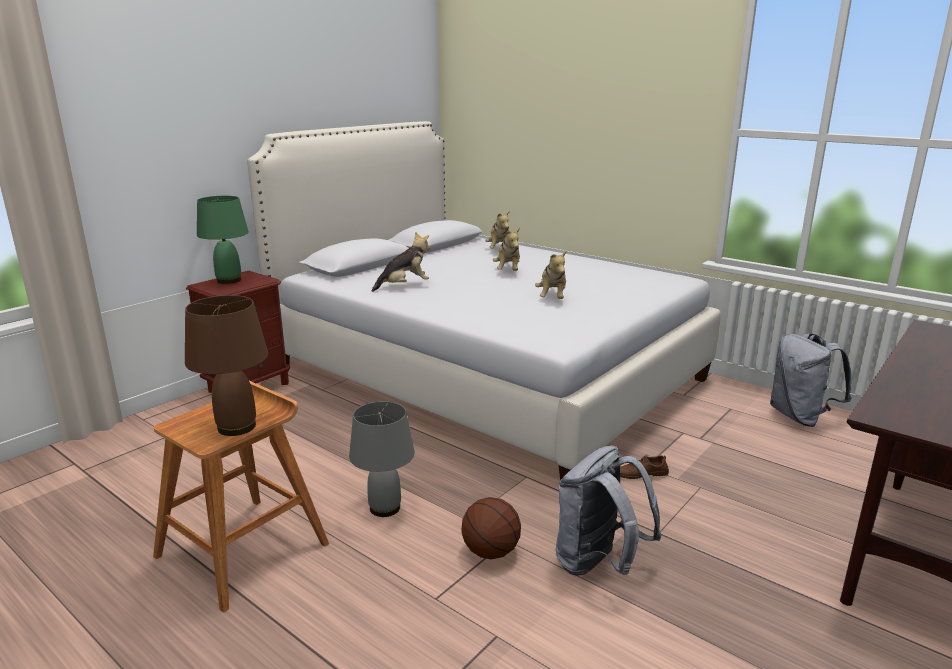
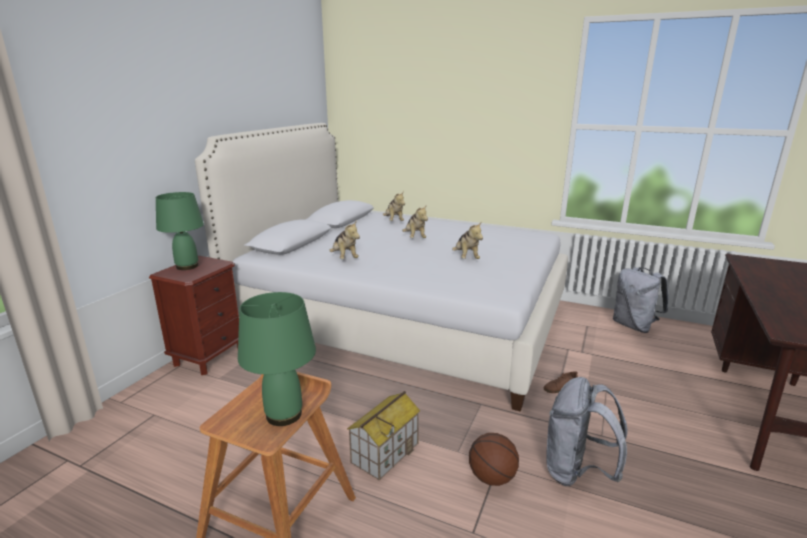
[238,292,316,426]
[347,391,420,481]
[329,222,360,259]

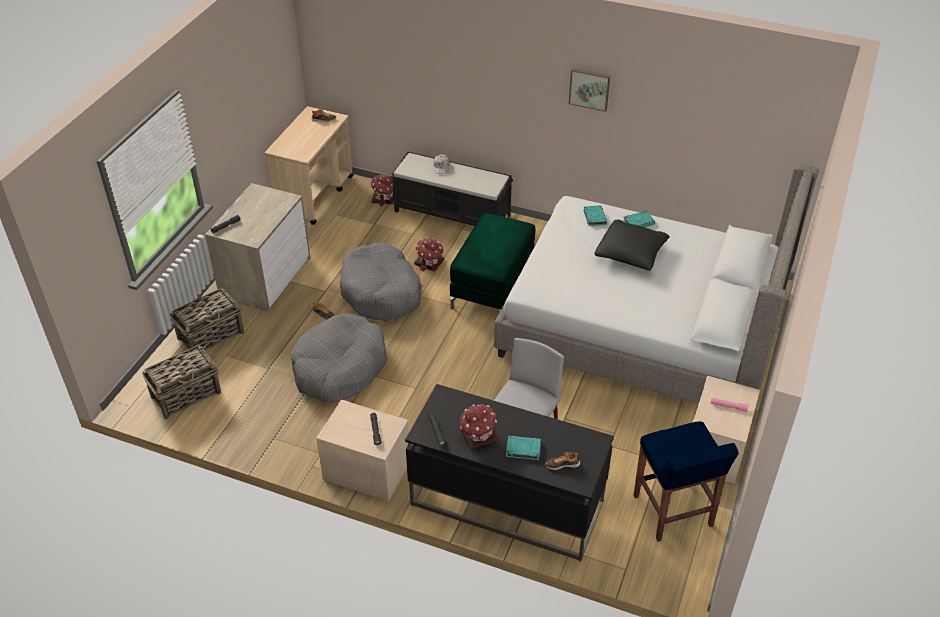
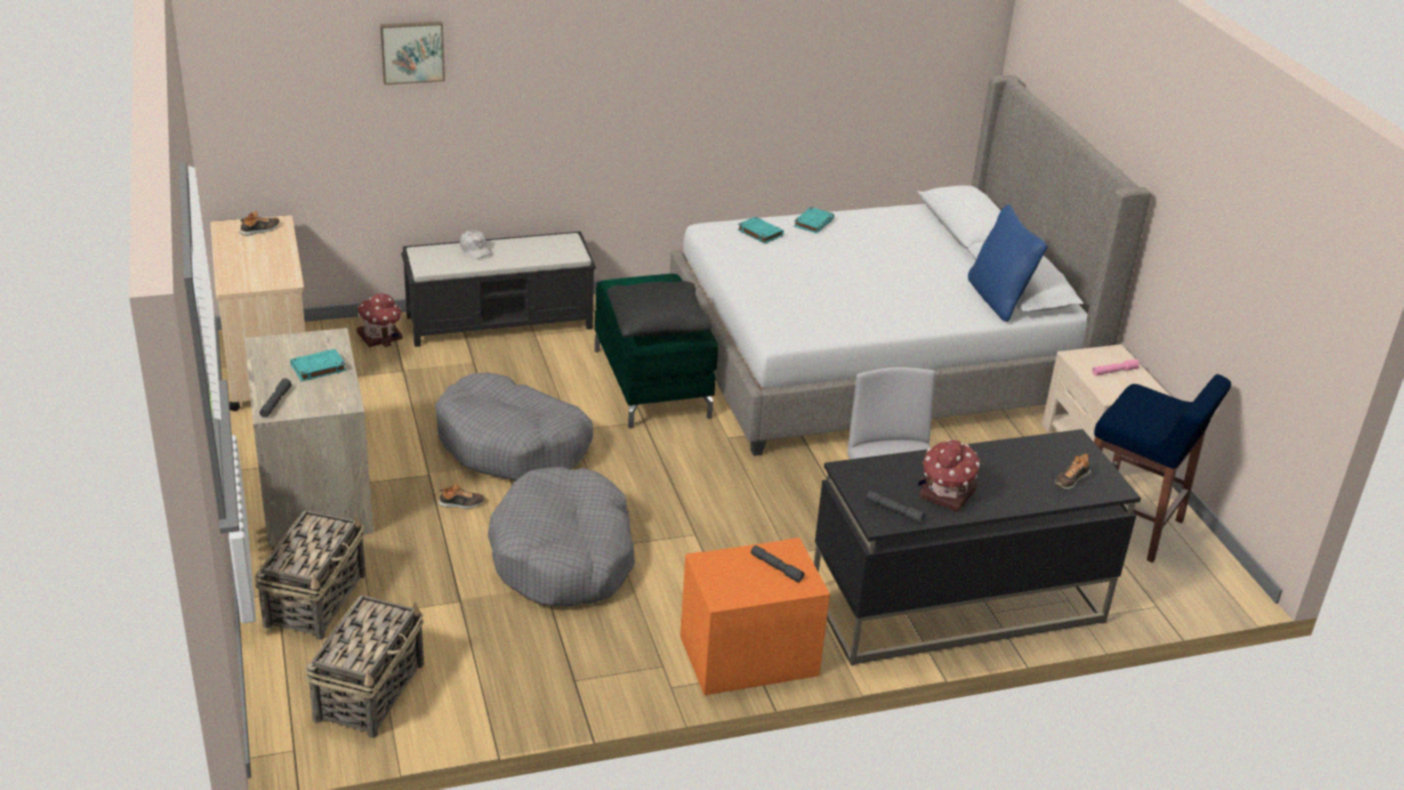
[680,538,830,695]
[414,238,444,271] (first image)
[290,349,346,381]
[380,21,445,85]
[607,281,712,338]
[968,204,1048,322]

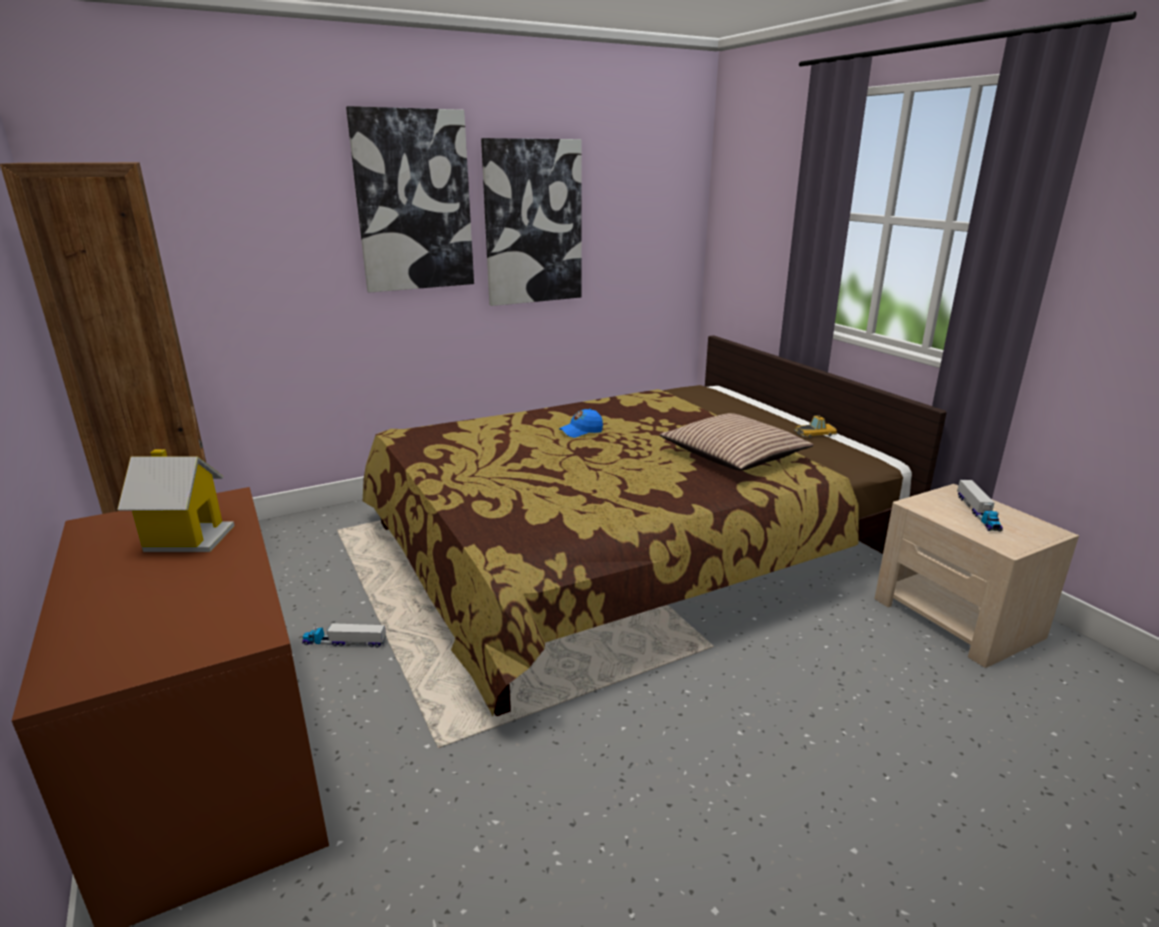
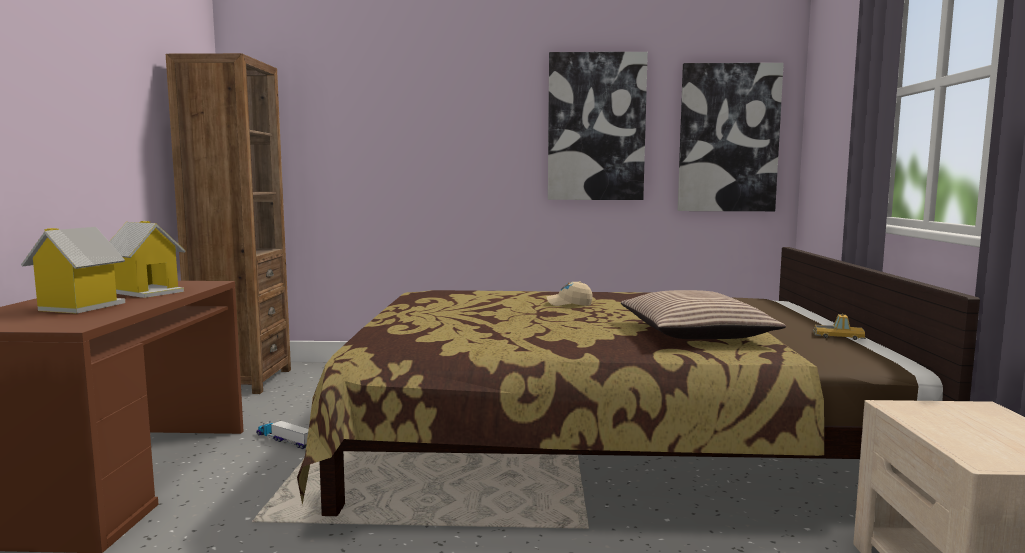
[678,63,784,211]
[547,281,593,306]
[957,480,1003,532] (first image)
[21,227,125,314]

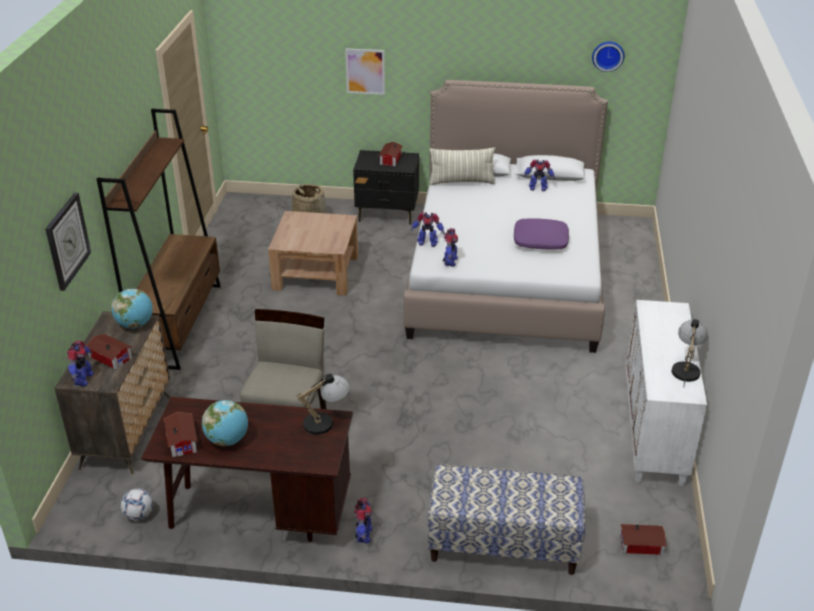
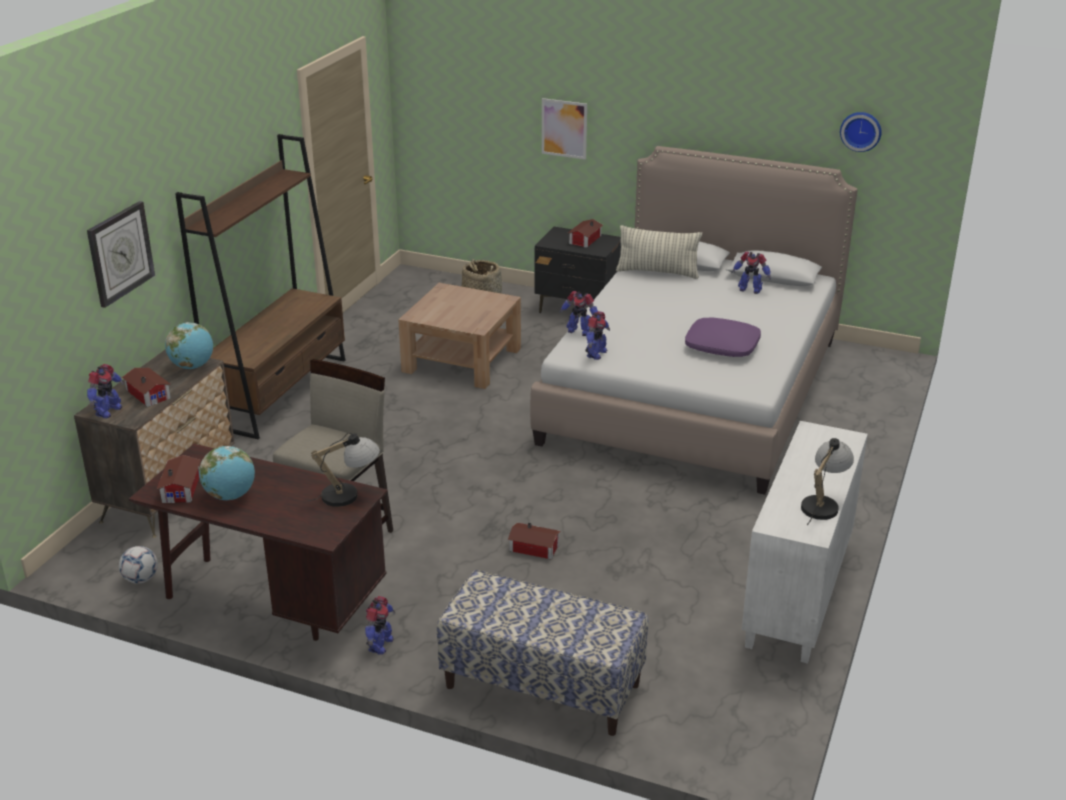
[508,523,561,560]

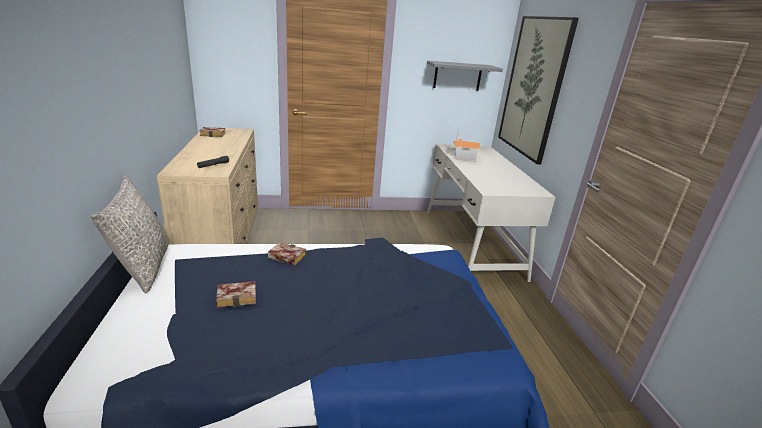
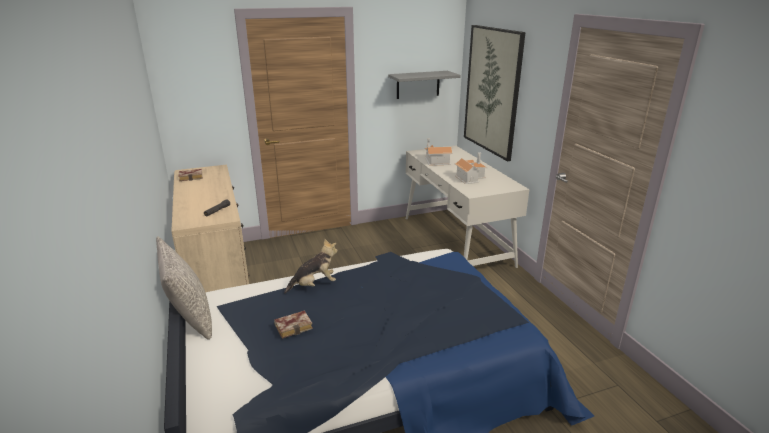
[284,238,338,294]
[454,152,487,184]

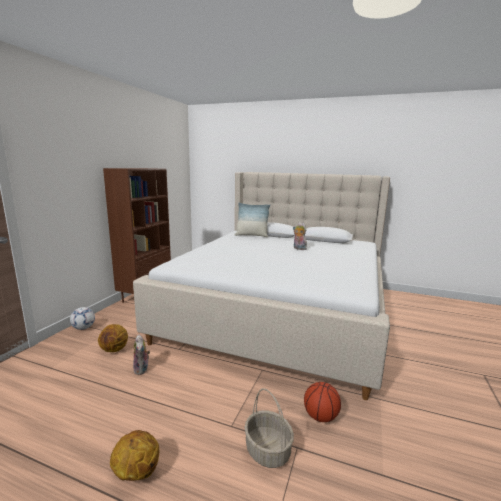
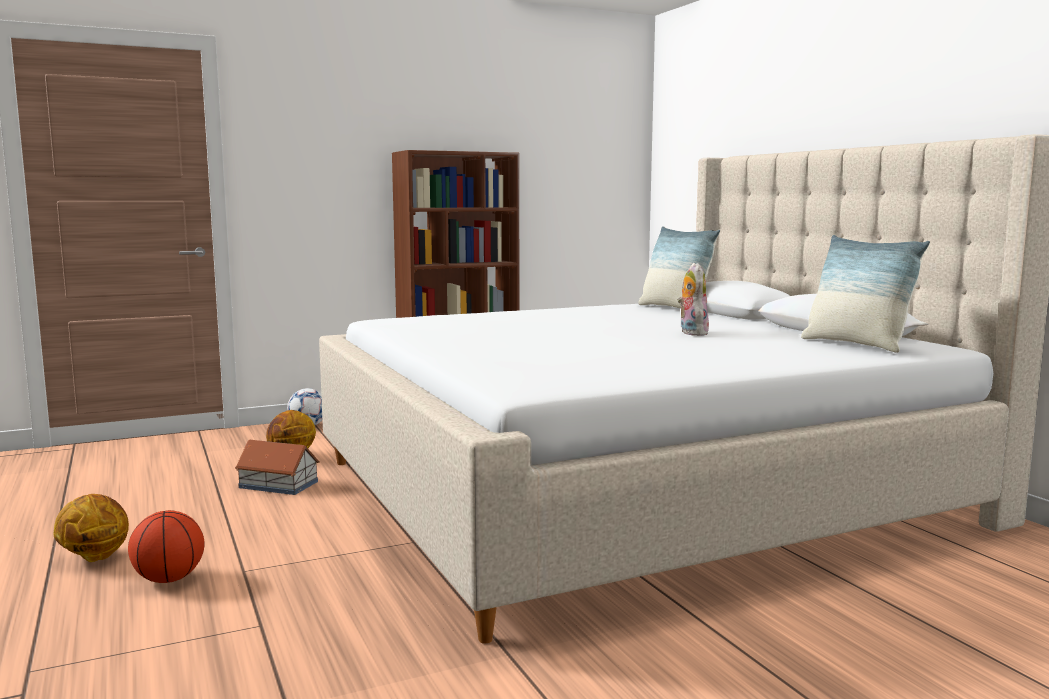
[235,440,320,495]
[245,388,294,468] (first image)
[128,510,205,583]
[801,235,930,353]

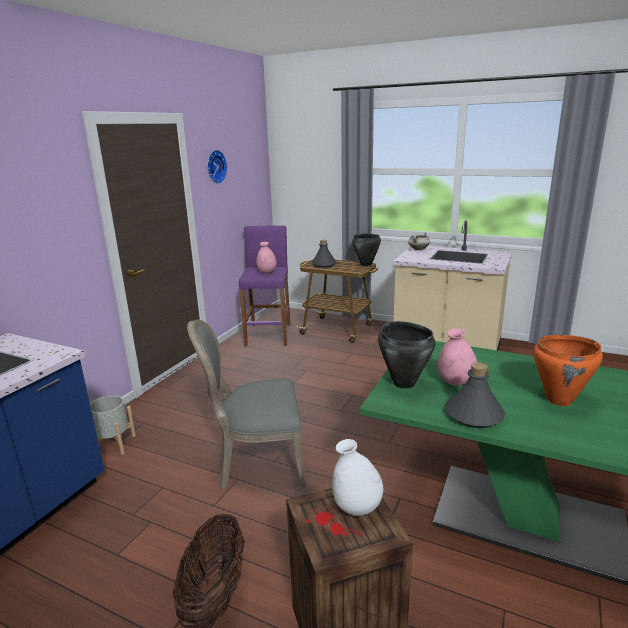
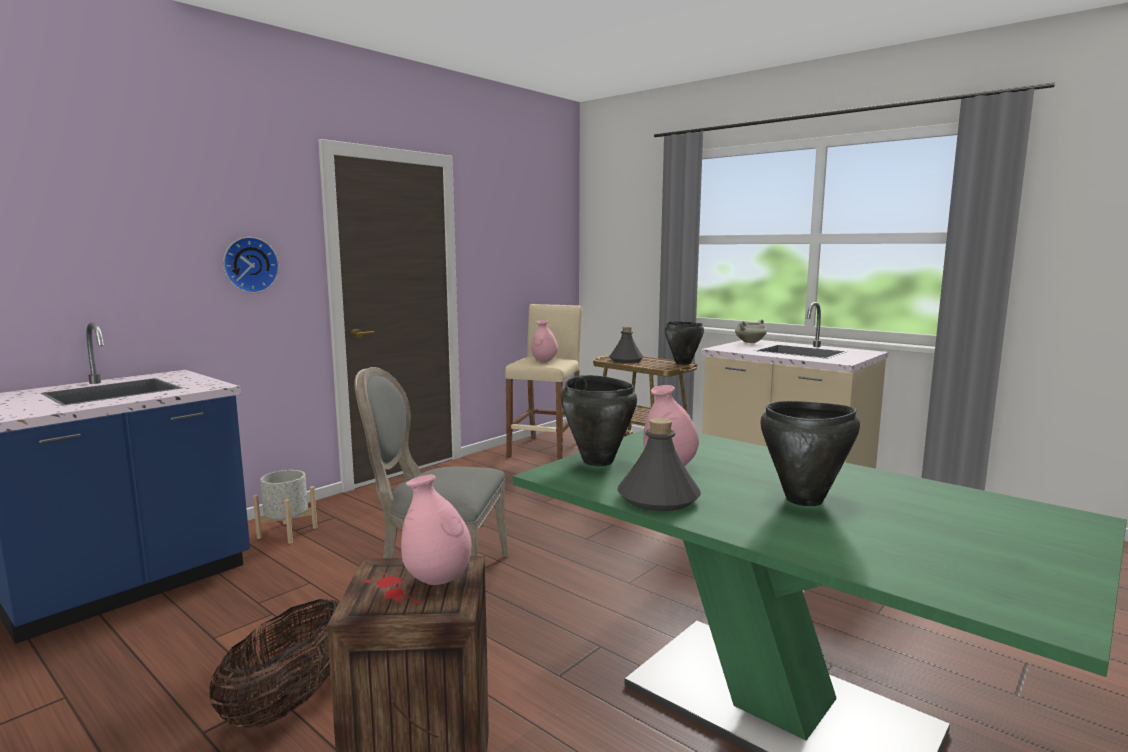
[223,237,279,293]
[505,304,582,460]
[401,475,471,585]
[760,401,860,506]

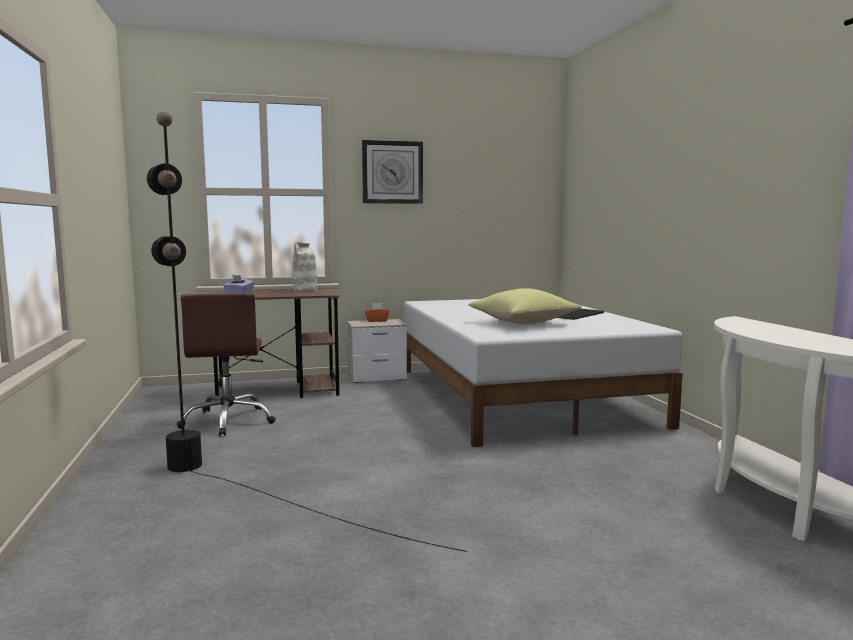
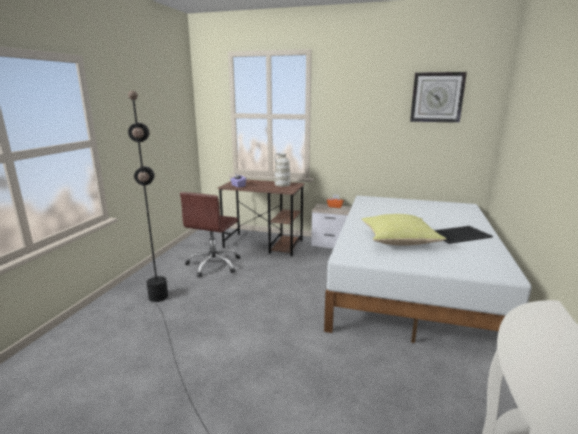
[410,72,467,123]

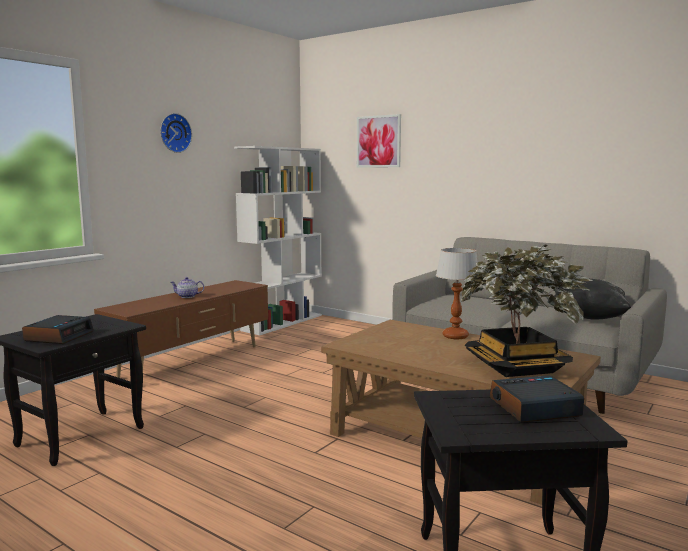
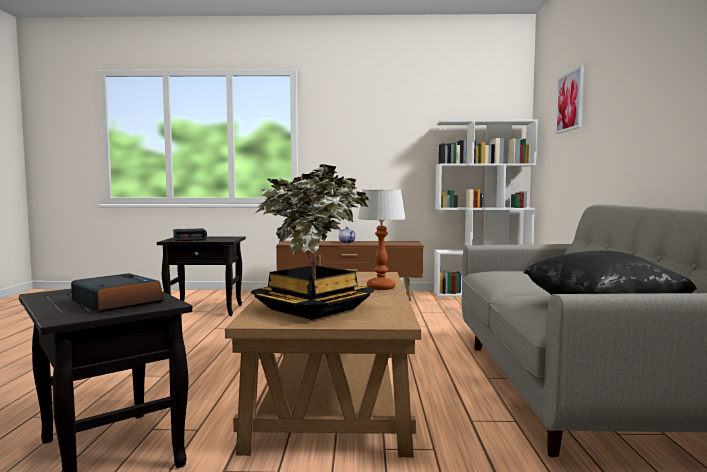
[160,113,192,153] (first image)

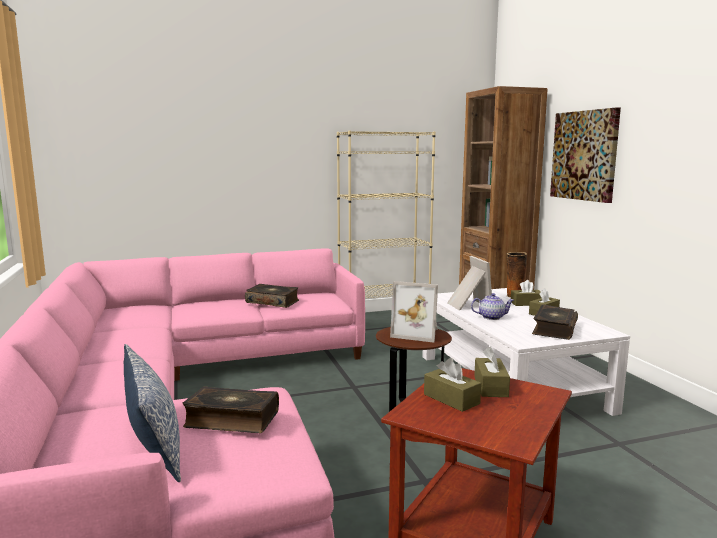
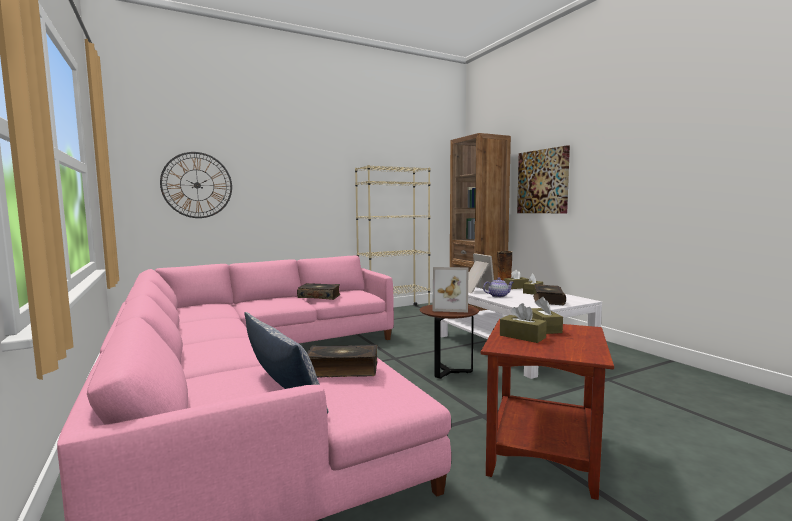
[160,152,232,218]

